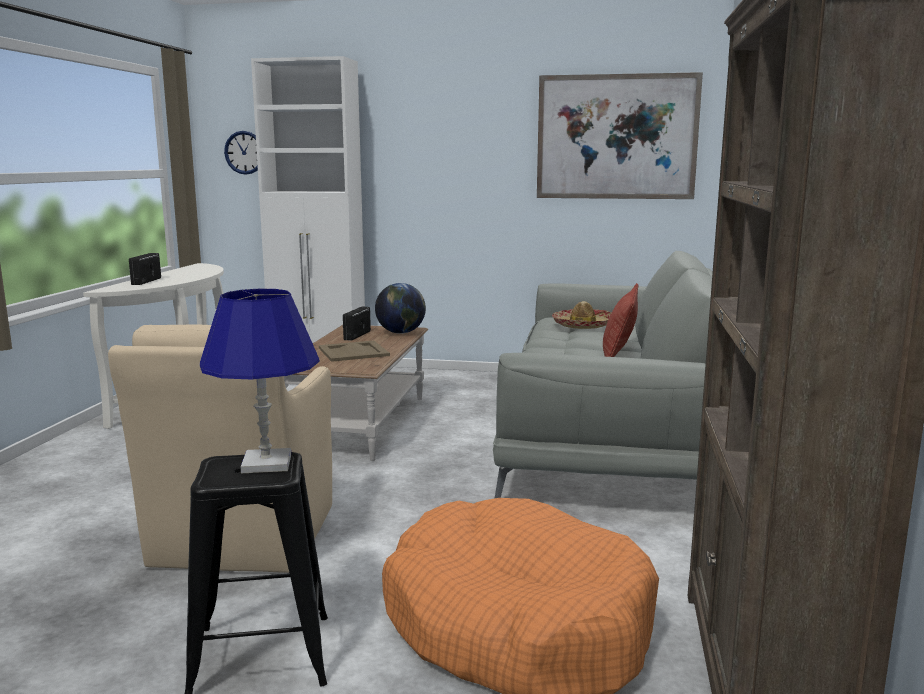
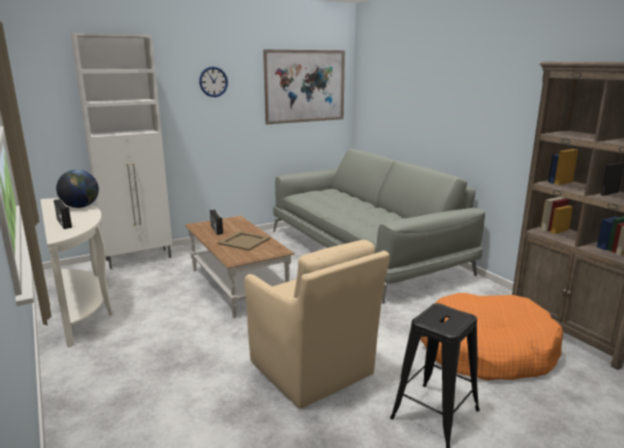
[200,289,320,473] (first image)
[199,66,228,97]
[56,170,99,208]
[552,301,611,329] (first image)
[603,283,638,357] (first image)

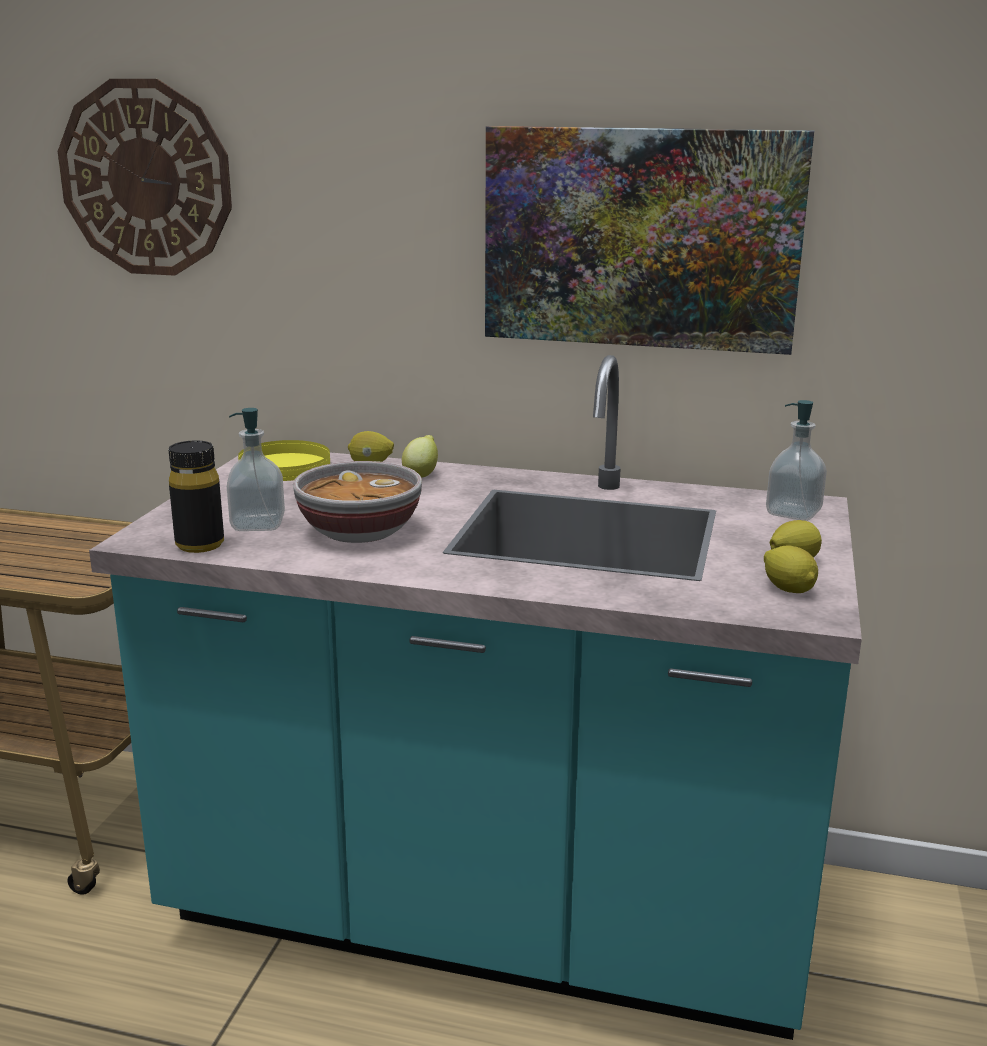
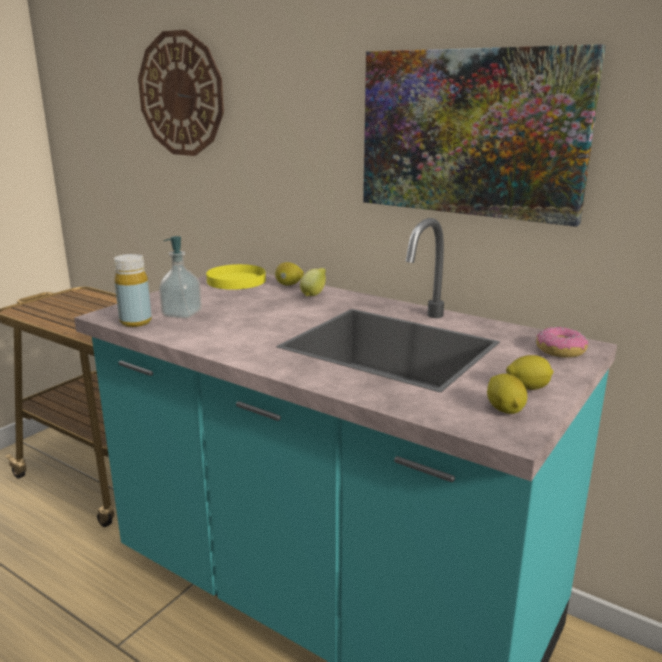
[114,254,152,327]
[293,461,422,543] (first image)
[536,327,588,358]

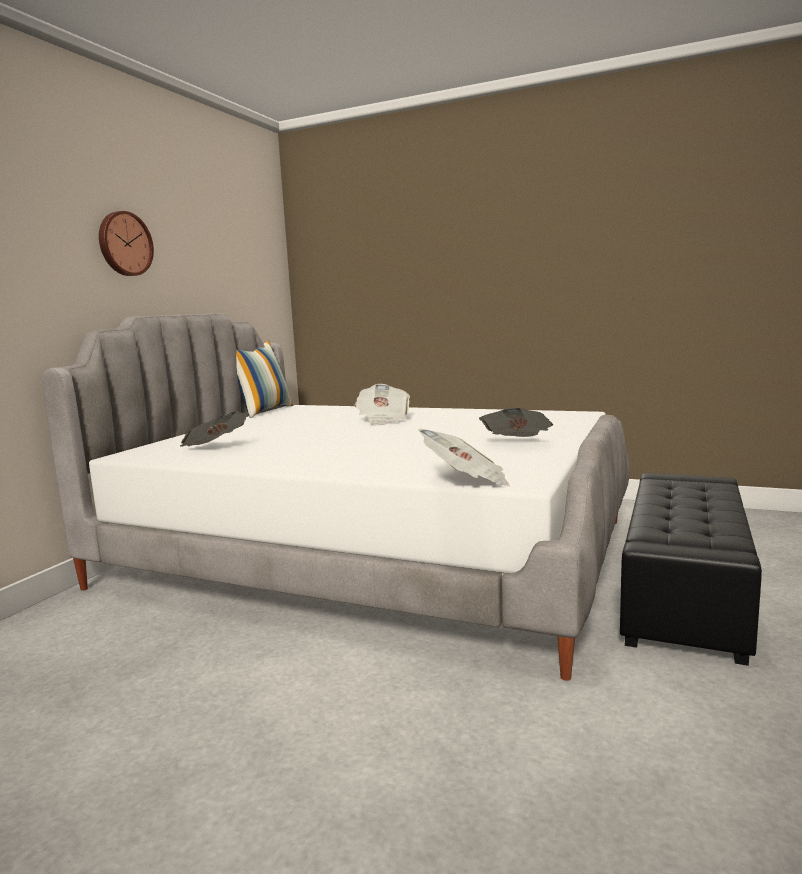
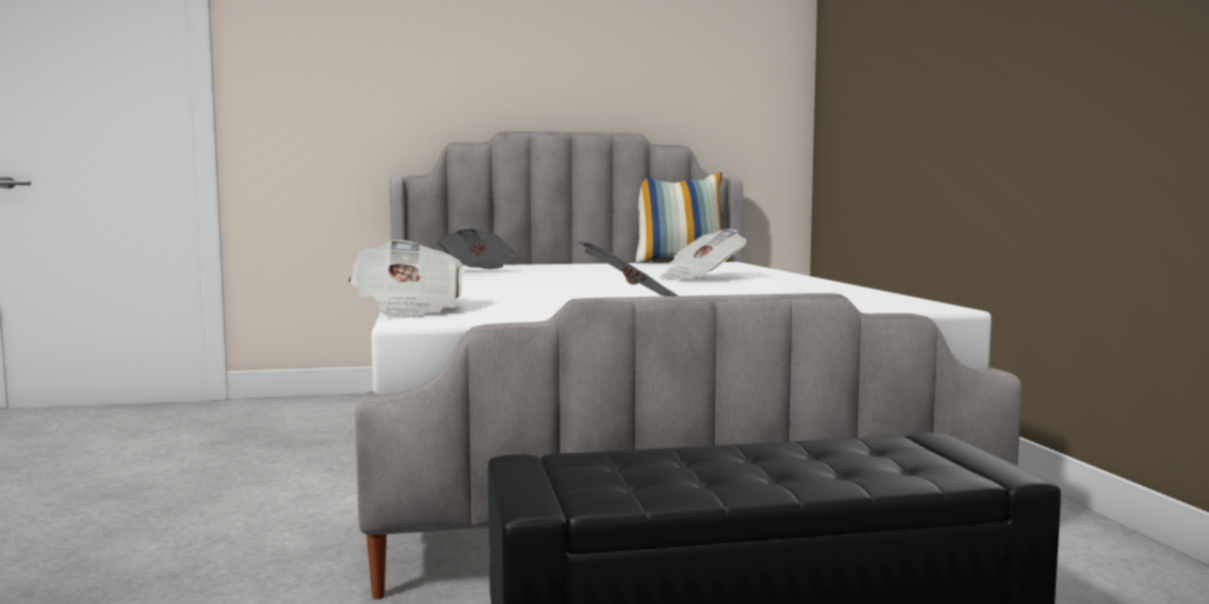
[99,211,154,276] (first image)

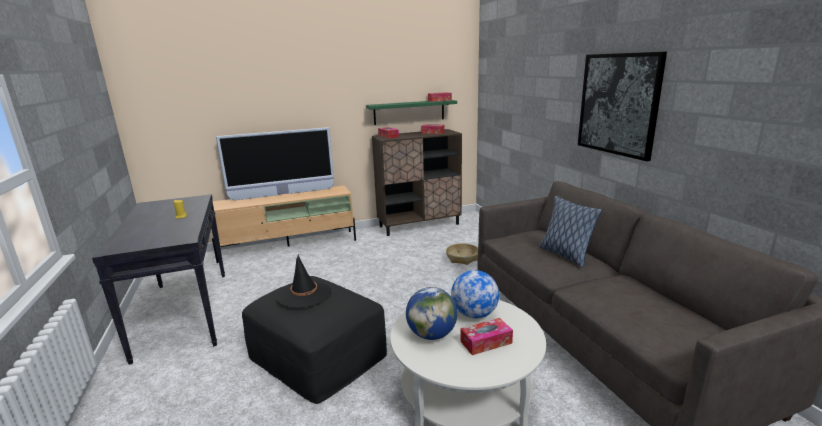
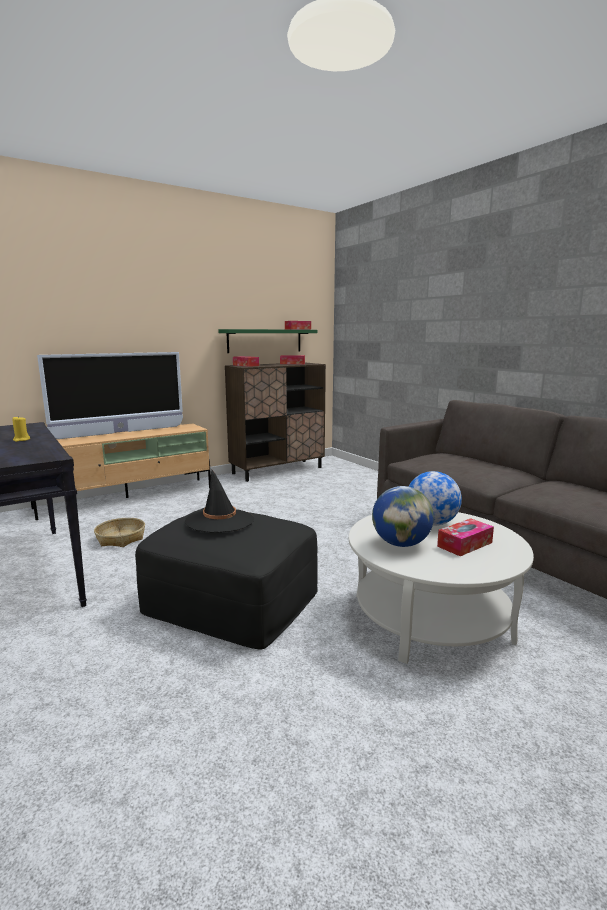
[94,518,145,547]
[539,196,602,267] (first image)
[578,52,667,161] (first image)

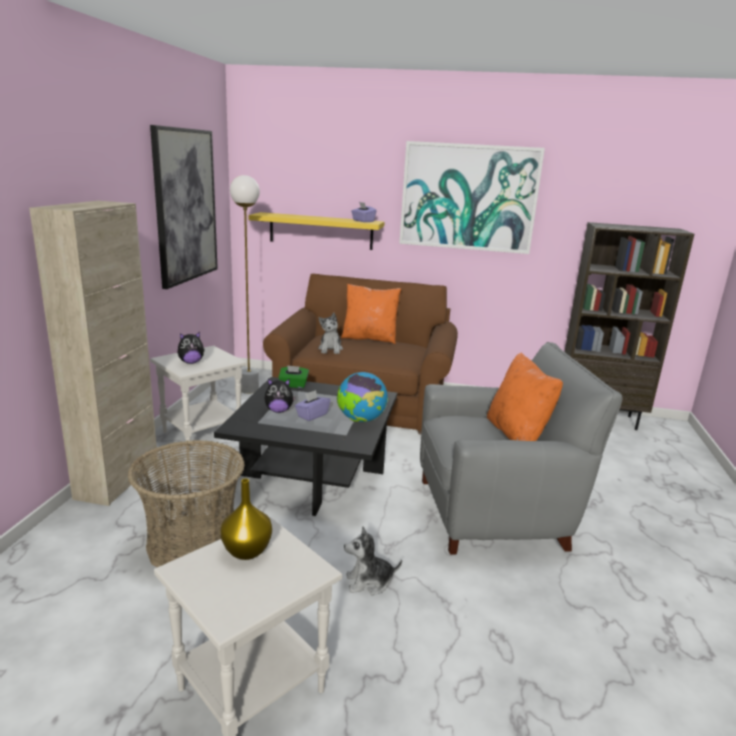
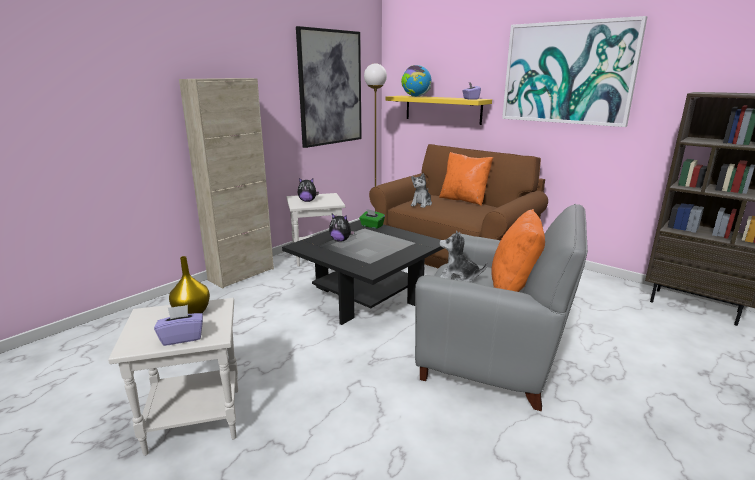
[127,440,245,567] (first image)
[154,305,203,346]
[401,65,431,97]
[439,231,487,282]

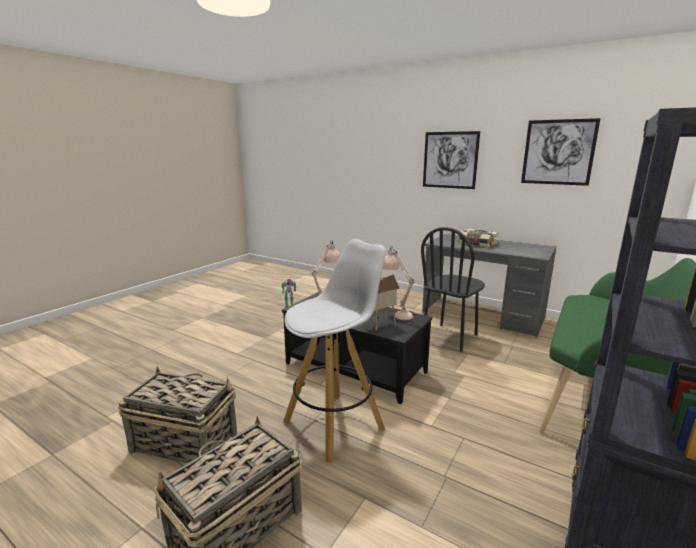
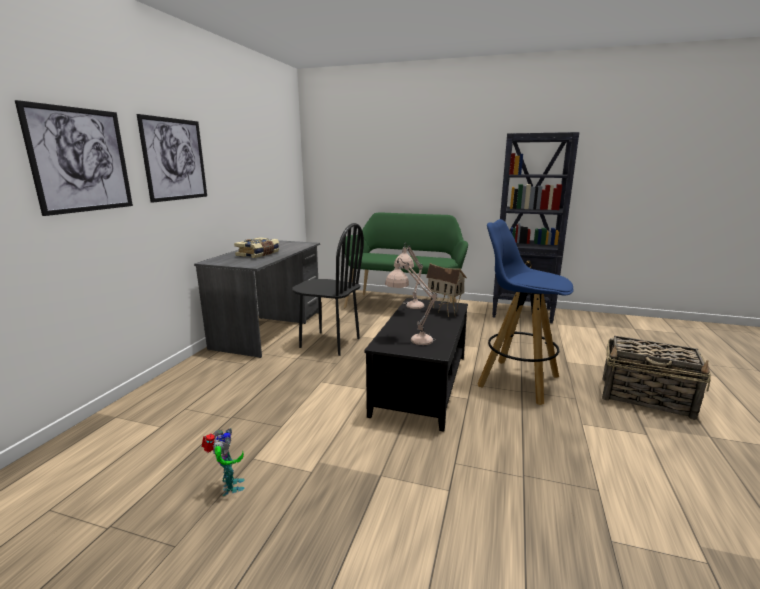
[118,366,237,464] (first image)
[478,219,573,405]
[15,100,133,216]

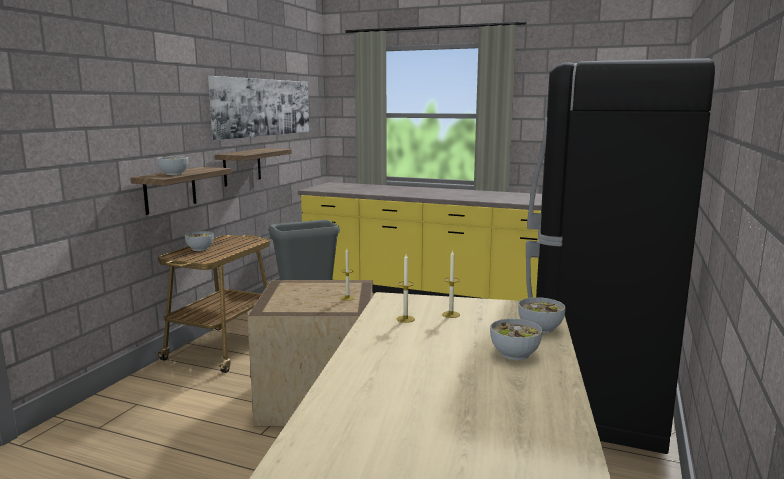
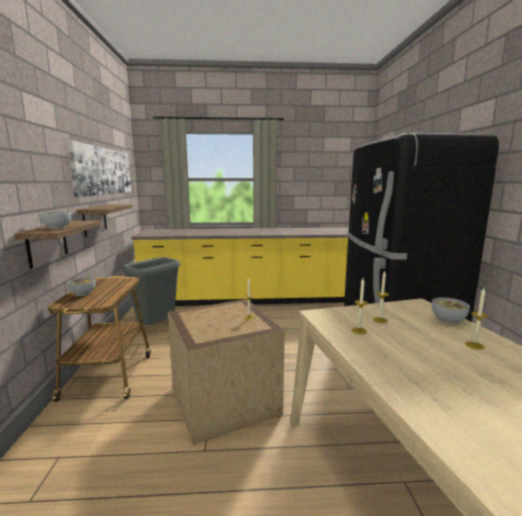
[465,288,488,350]

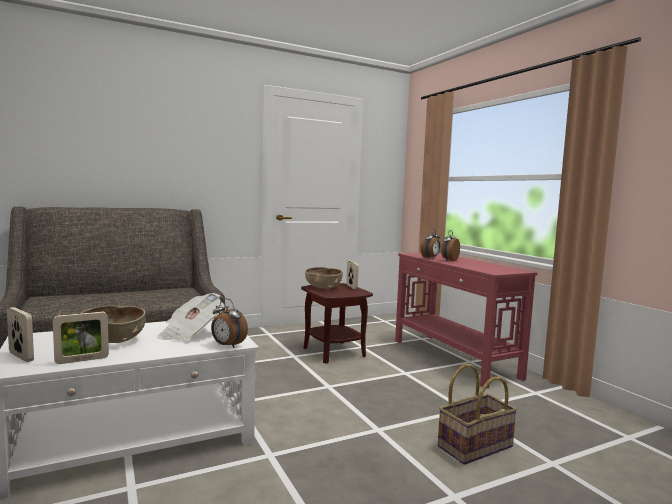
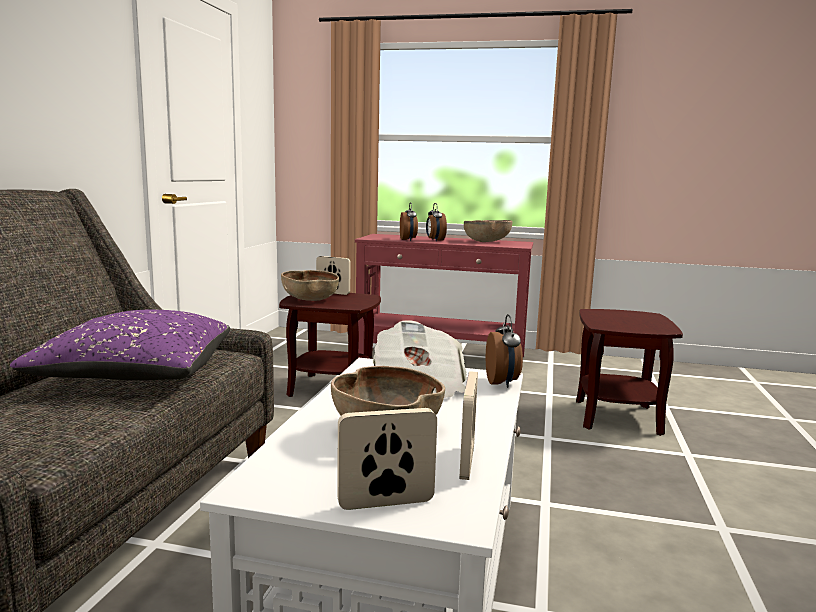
[486,314,523,388]
[576,309,683,436]
[10,310,230,380]
[464,220,513,242]

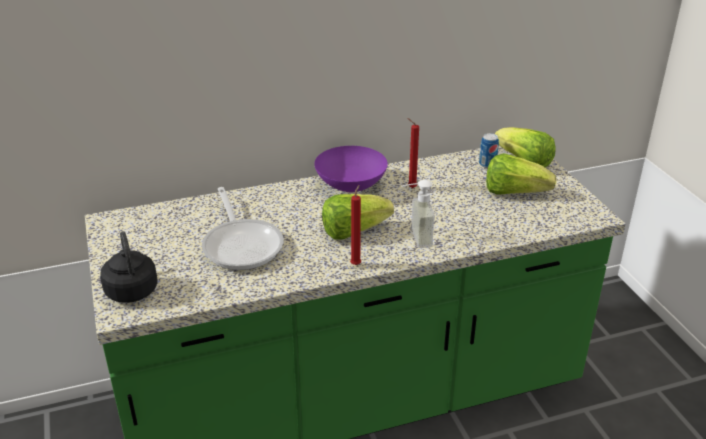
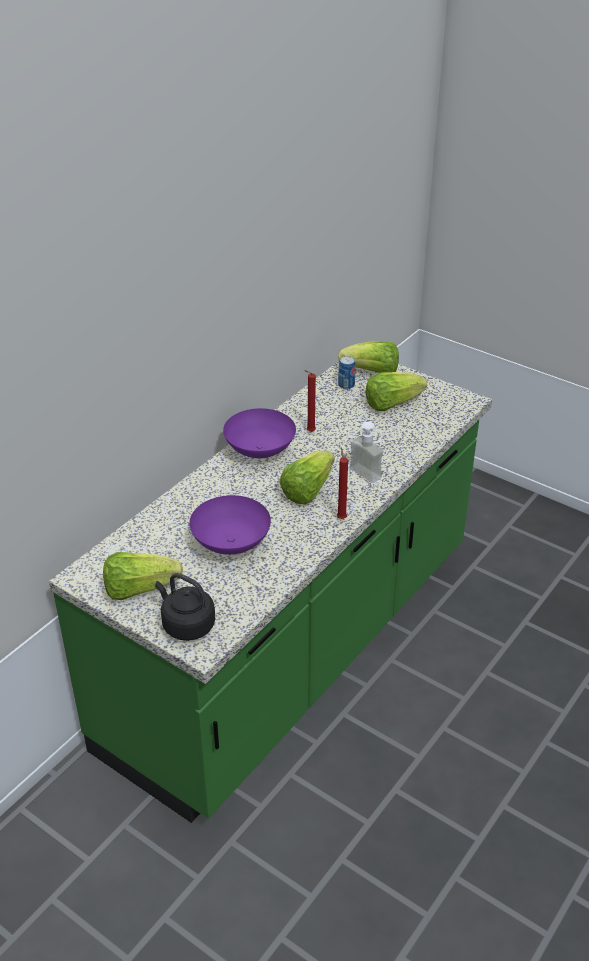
[189,495,271,555]
[103,552,183,600]

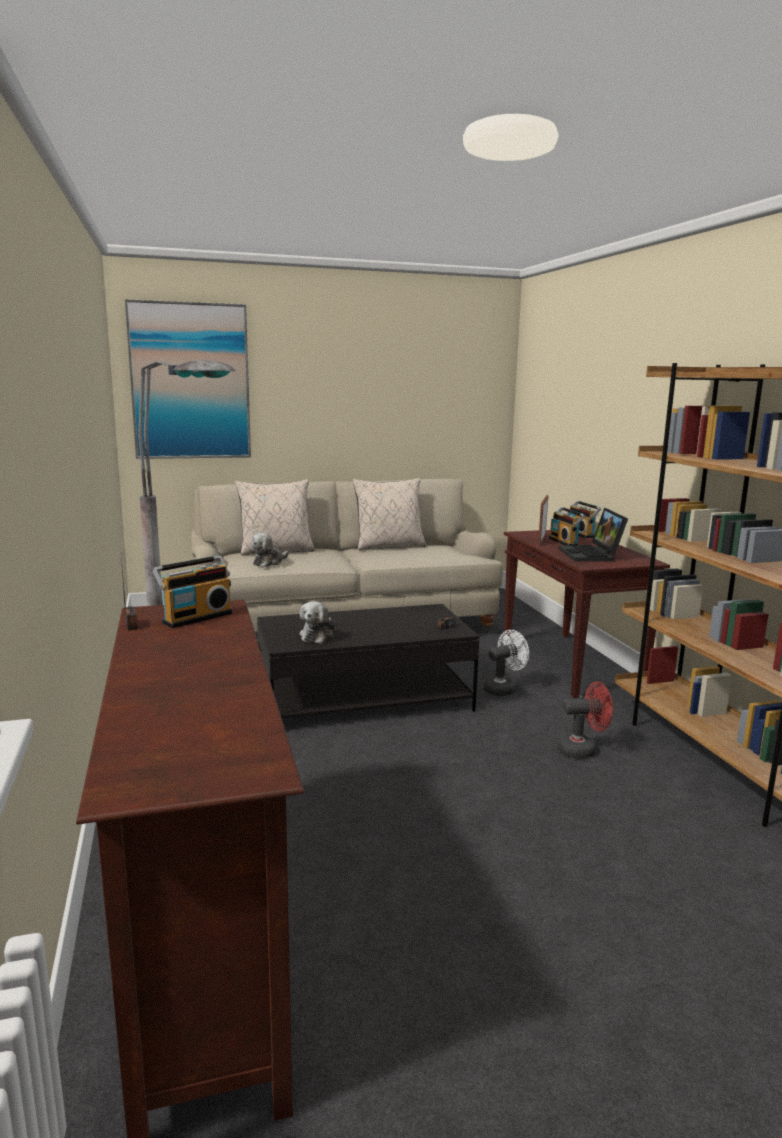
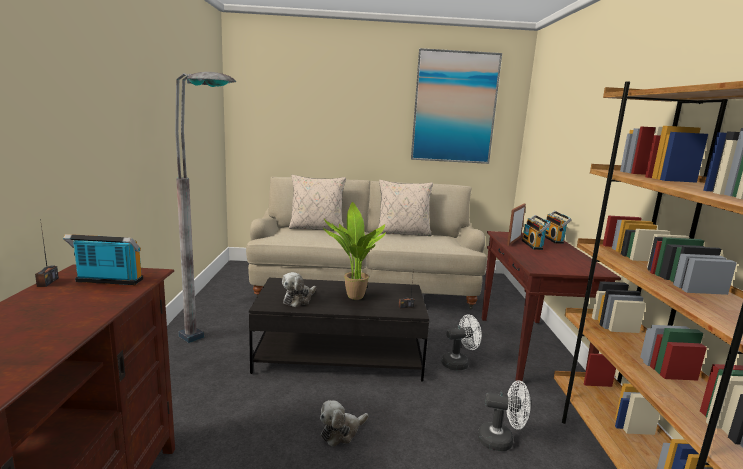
[411,48,502,164]
[63,234,143,285]
[320,400,368,447]
[558,508,628,562] (first image)
[478,380,531,451]
[323,202,386,300]

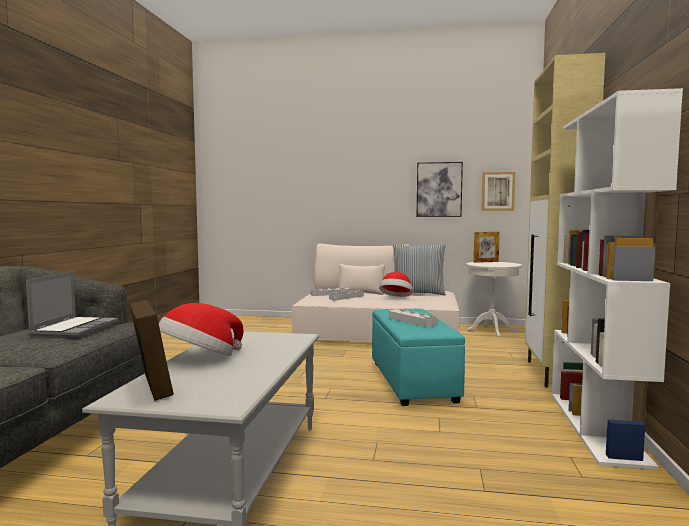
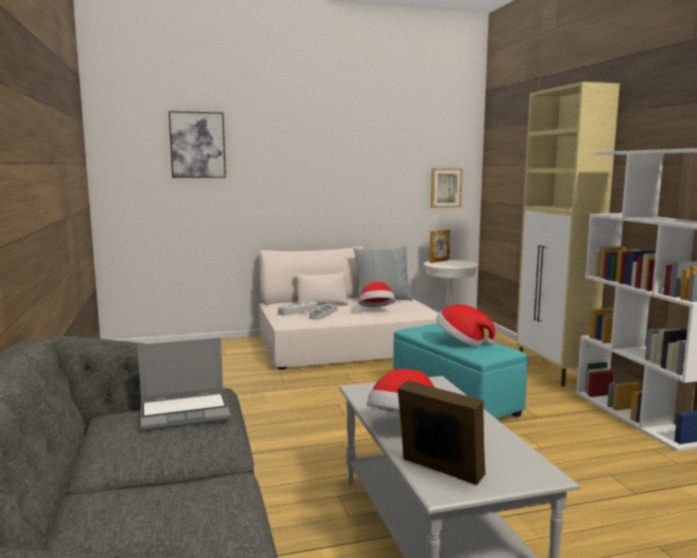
[137,337,231,431]
[436,304,495,346]
[169,111,226,178]

